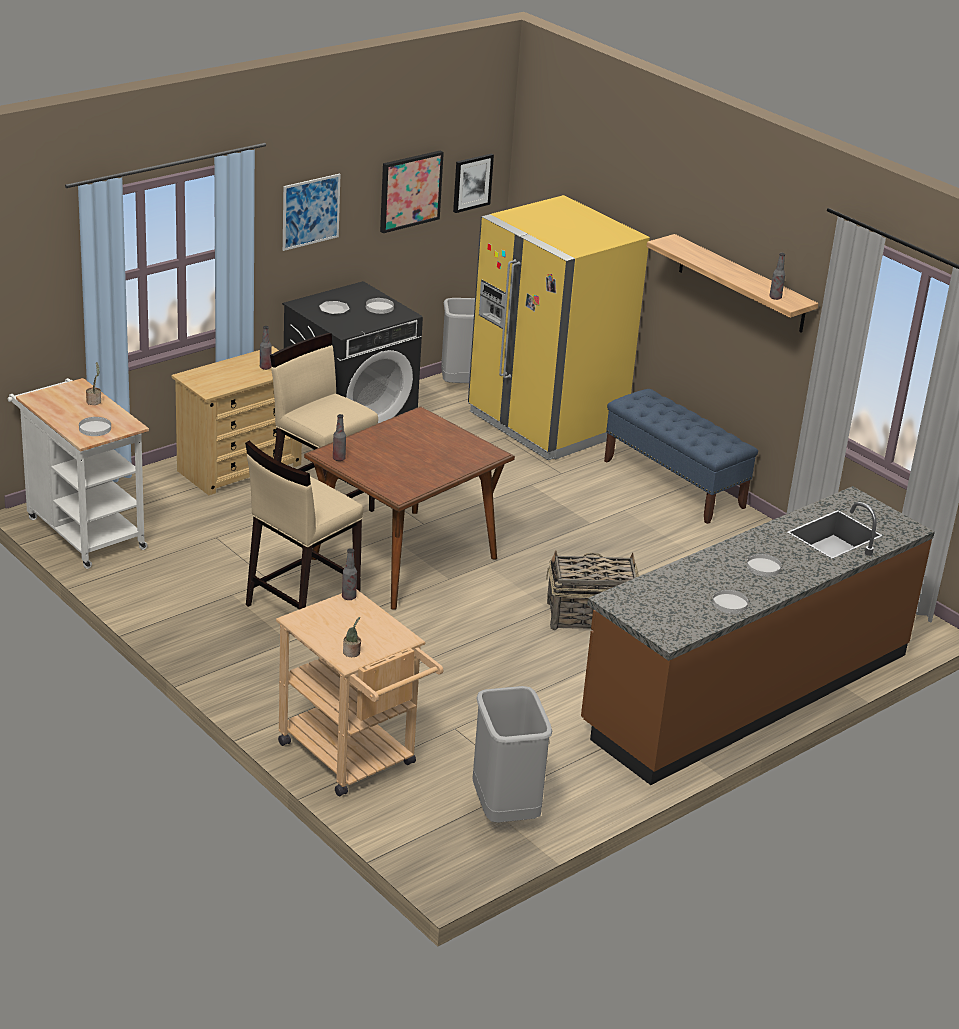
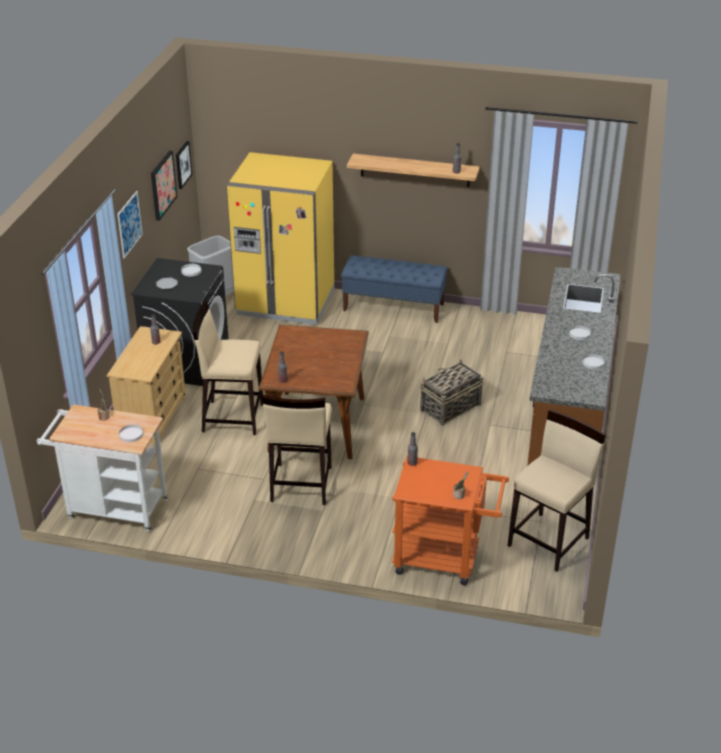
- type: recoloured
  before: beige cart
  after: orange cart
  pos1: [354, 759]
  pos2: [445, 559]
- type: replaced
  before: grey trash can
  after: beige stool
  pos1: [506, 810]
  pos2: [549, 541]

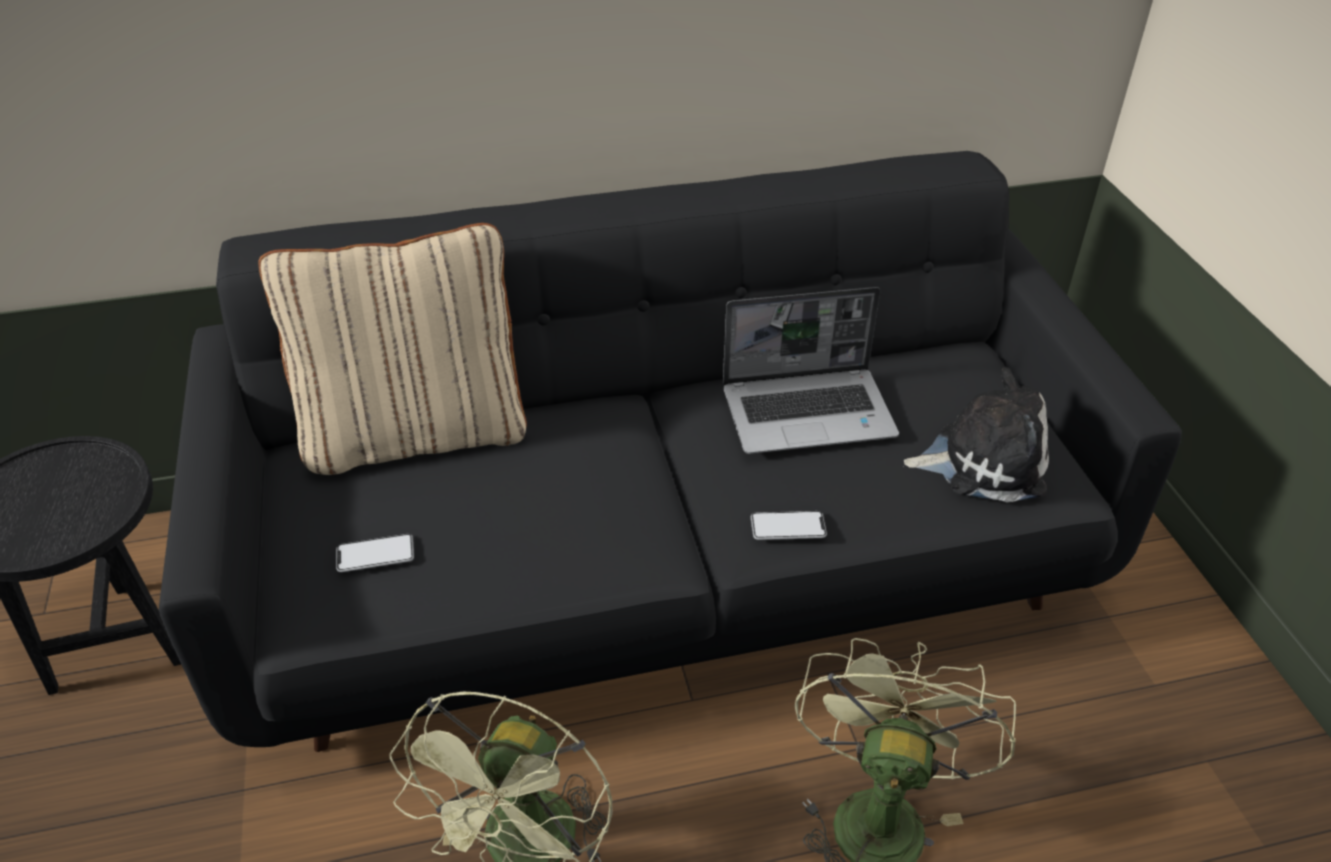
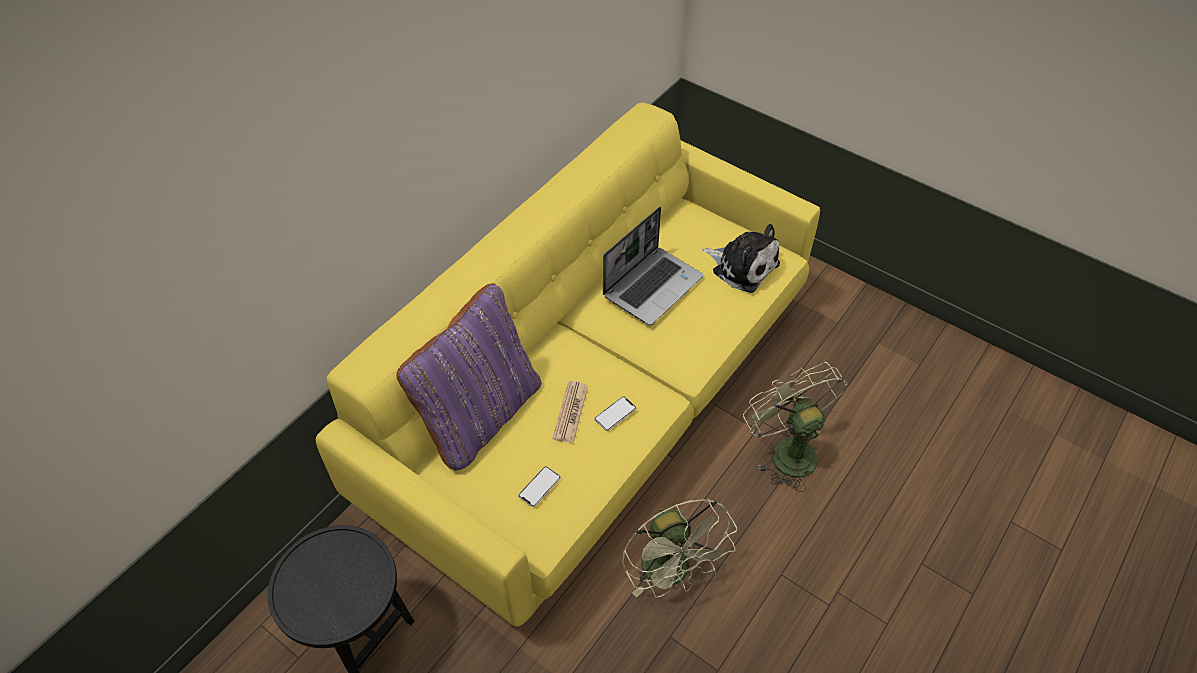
- type: recoloured
  before: black sofa
  after: yellow sofa
  pos1: [666, 563]
  pos2: [597, 401]
- type: recoloured
  before: beige pillow
  after: purple pillow
  pos1: [416, 433]
  pos2: [480, 415]
- type: added
  after: newspaper
  pos2: [570, 412]
- type: moved
  before: phone
  pos1: [788, 527]
  pos2: [615, 414]
- type: turned
  before: plush toy
  pos1: [982, 461]
  pos2: [742, 266]
  turn: 75

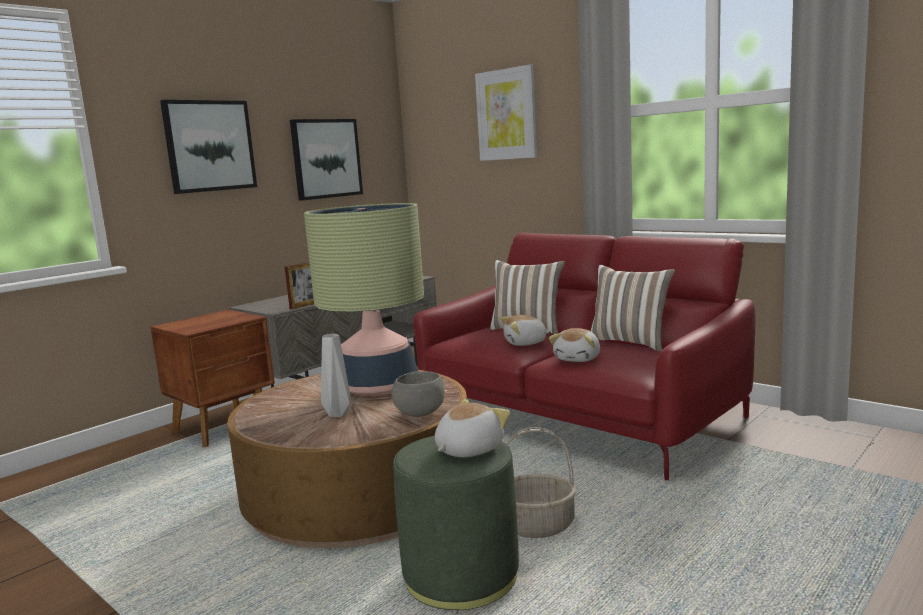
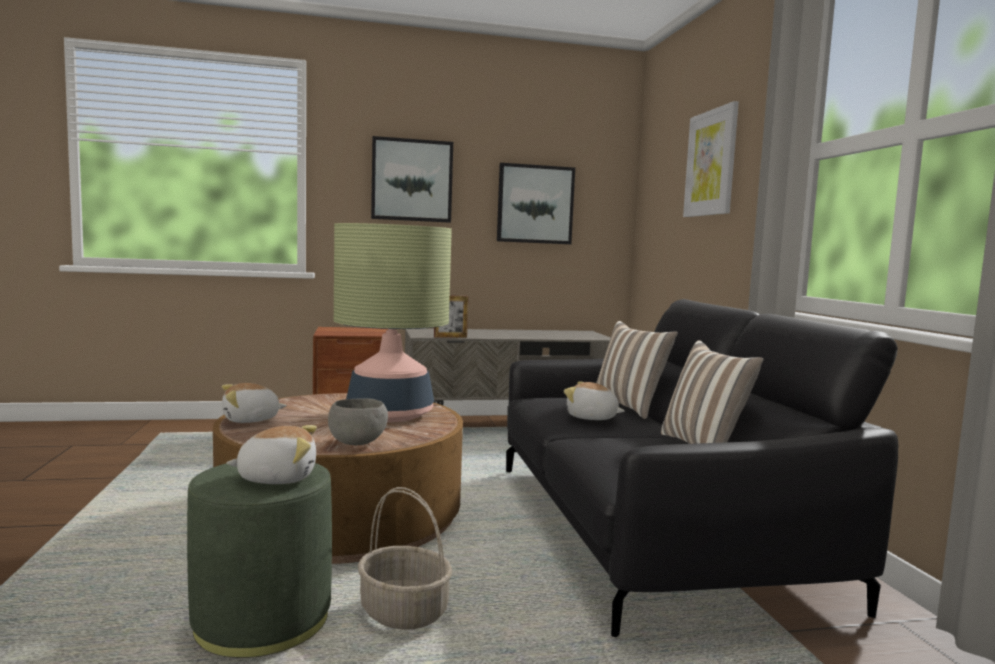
- type: moved
  before: plush toy
  pos1: [578, 359]
  pos2: [251, 420]
- type: recoloured
  before: red sofa
  after: black sofa
  pos1: [578, 416]
  pos2: [649, 529]
- type: removed
  before: grey vase
  pos1: [337, 414]

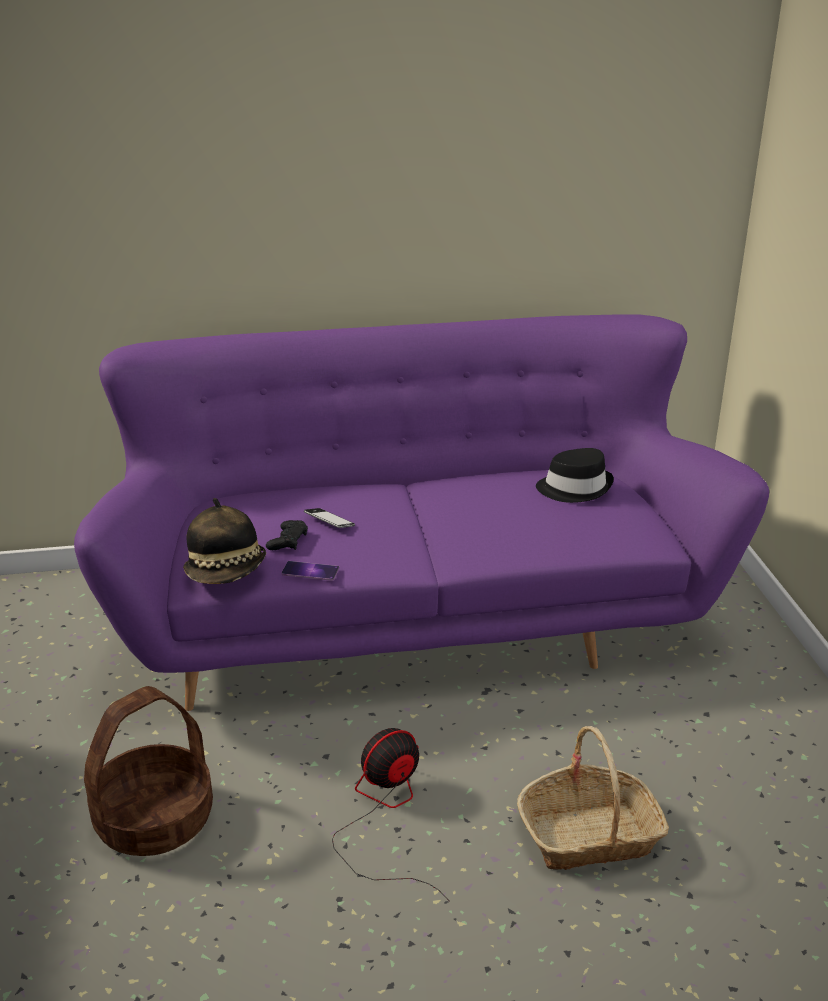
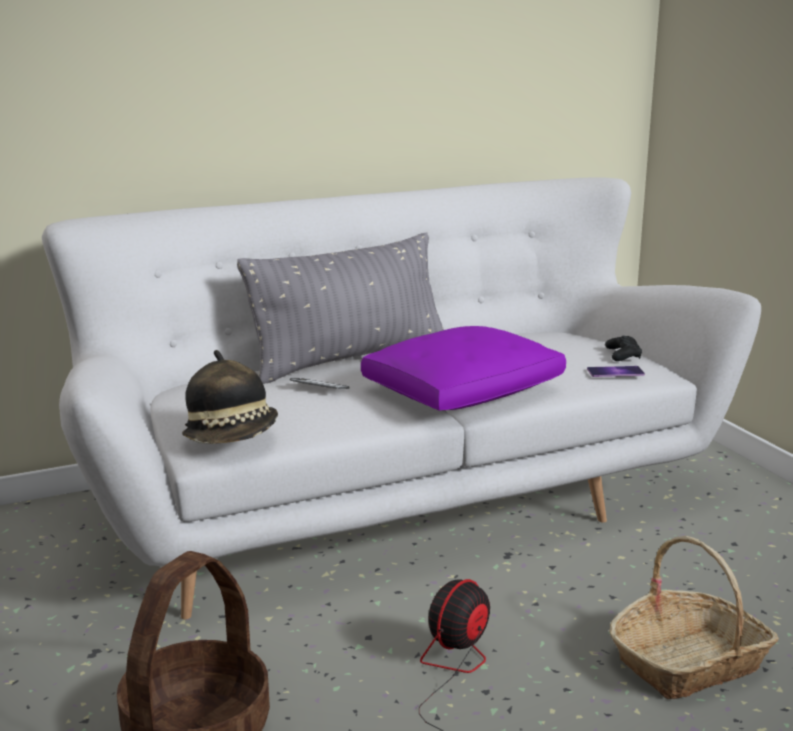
- type: recoloured
  before: purple sofa
  after: white sofa
  pos1: [414, 619]
  pos2: [397, 505]
- type: added
  after: grey pillow
  pos2: [350, 360]
- type: added
  after: purple pillow
  pos2: [464, 391]
- type: moved
  before: phone
  pos1: [310, 571]
  pos2: [615, 372]
- type: moved
  before: black game controller
  pos1: [288, 541]
  pos2: [623, 354]
- type: removed
  before: black hat
  pos1: [575, 488]

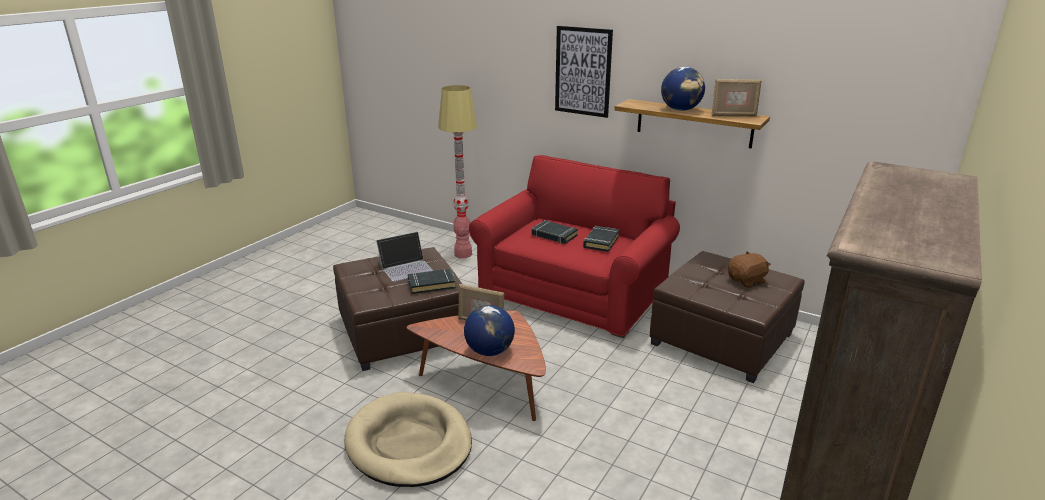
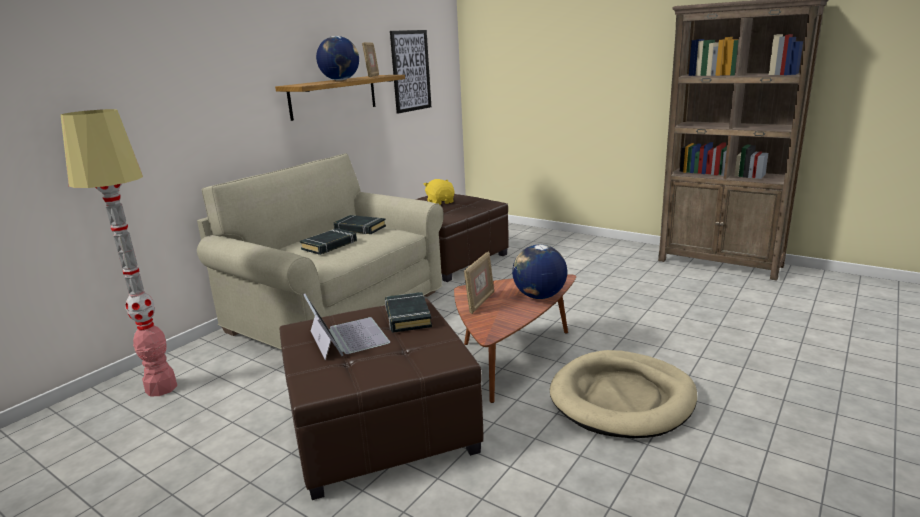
- type: recoloured
  before: red sofa
  after: beige sofa
  pos1: [574, 294]
  pos2: [338, 311]
- type: moved
  before: picture
  pos1: [583, 71]
  pos2: [410, 71]
- type: recoloured
  before: brown plush toy
  after: yellow plush toy
  pos1: [747, 281]
  pos2: [440, 202]

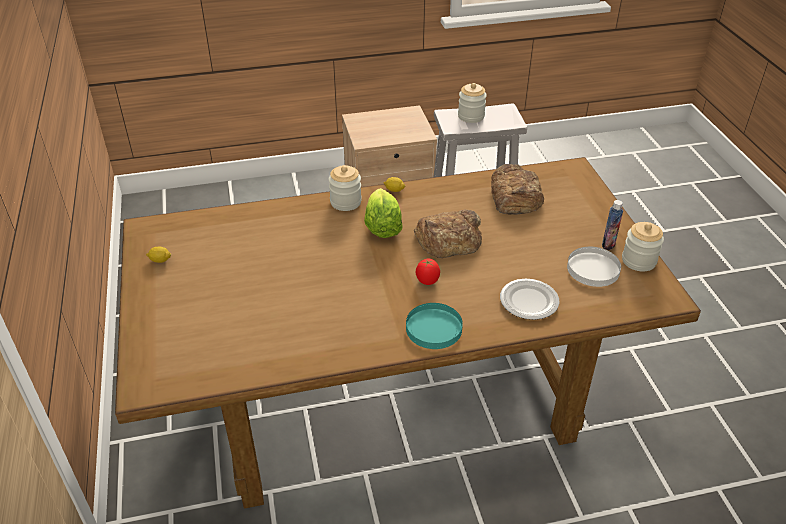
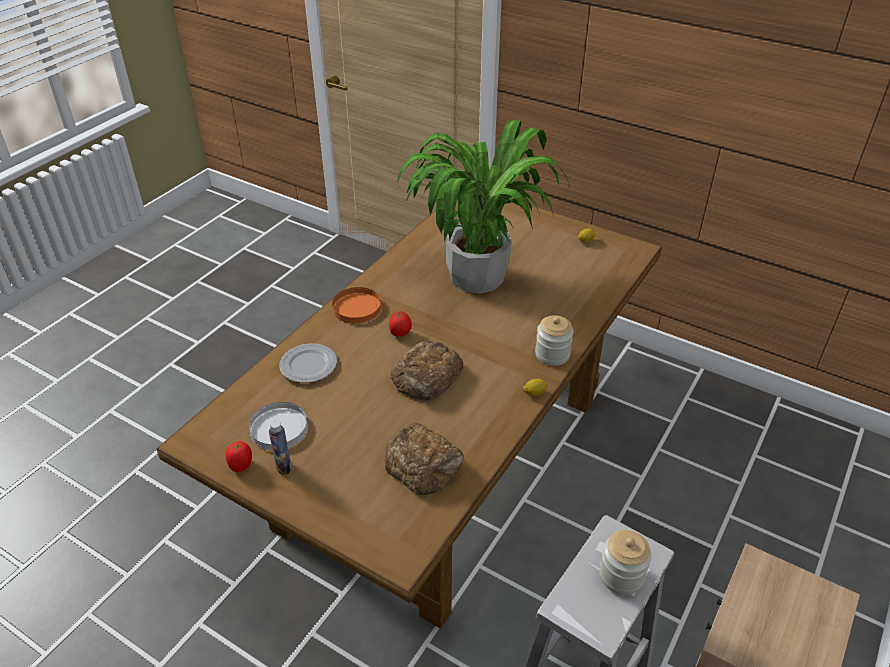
- type: replaced
  before: jar
  after: tomato
  pos1: [638, 261]
  pos2: [241, 465]
- type: recoloured
  before: turquoise plate
  after: orange plate
  pos1: [433, 328]
  pos2: [357, 308]
- type: added
  after: potted plant
  pos2: [477, 277]
- type: removed
  before: lettuce
  pos1: [382, 226]

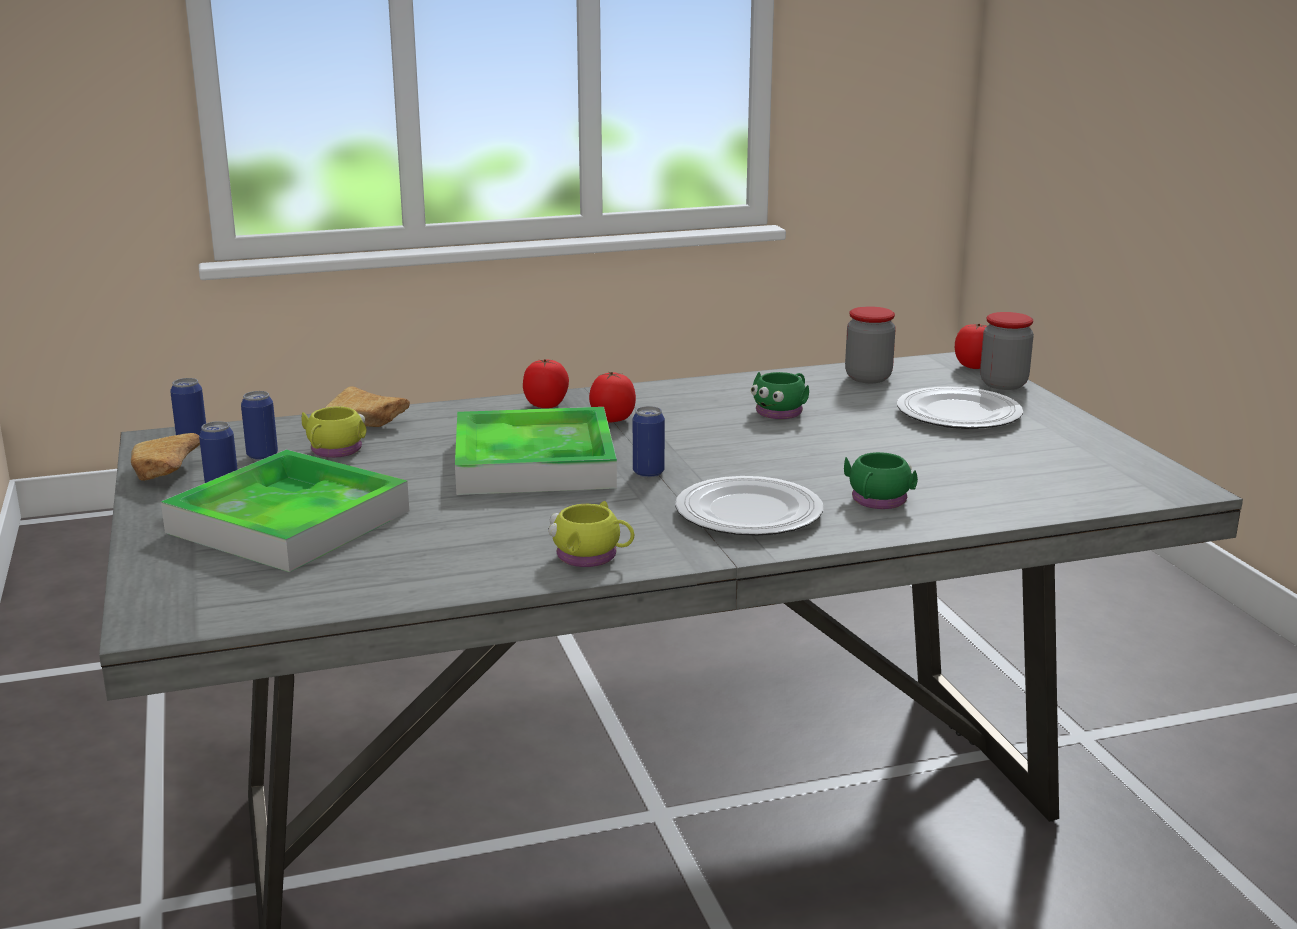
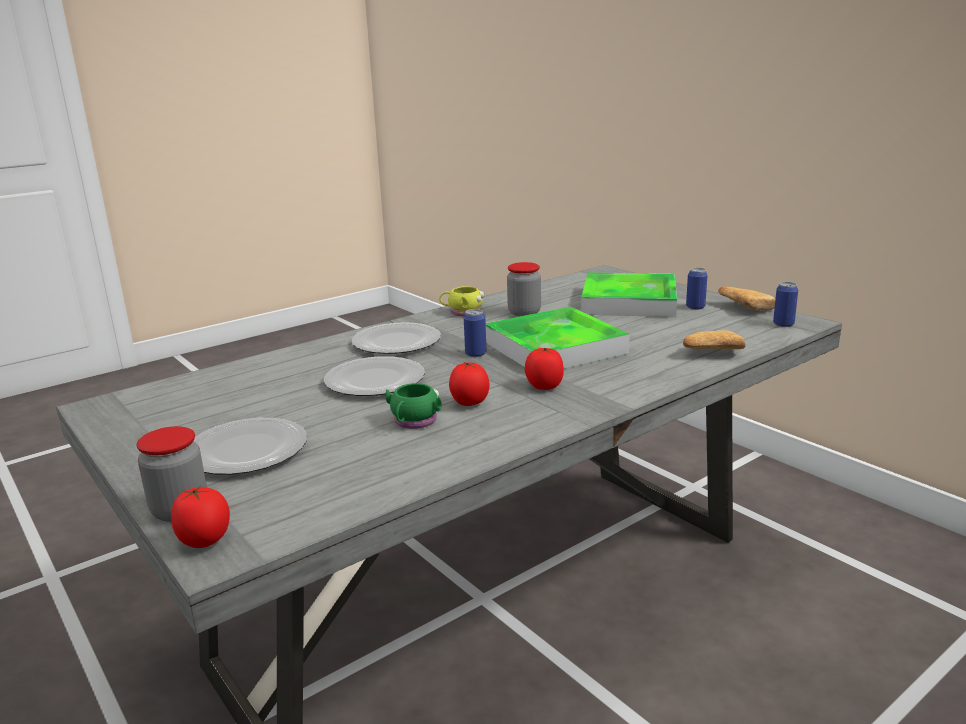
- type: added
  after: plate
  pos2: [373, 381]
- type: moved
  before: tomato
  pos1: [546, 405]
  pos2: [469, 404]
- type: moved
  before: jar
  pos1: [868, 378]
  pos2: [524, 312]
- type: removed
  before: can
  pos1: [262, 455]
- type: removed
  before: yellow mug
  pos1: [334, 451]
- type: removed
  before: green mug
  pos1: [877, 502]

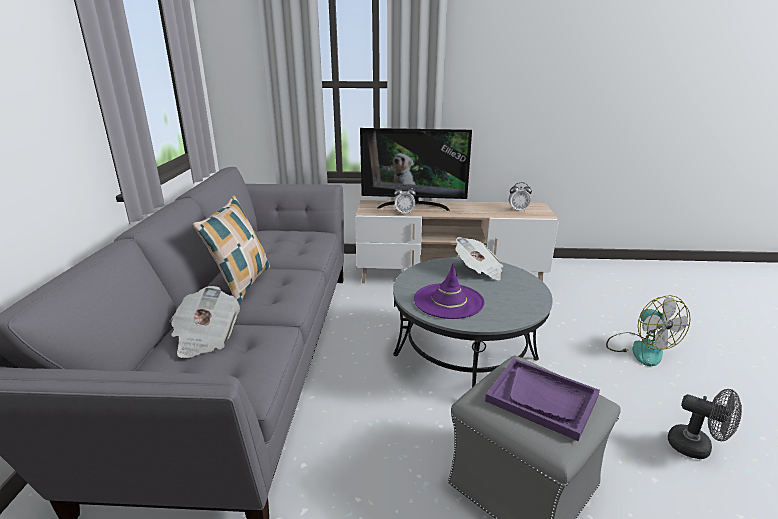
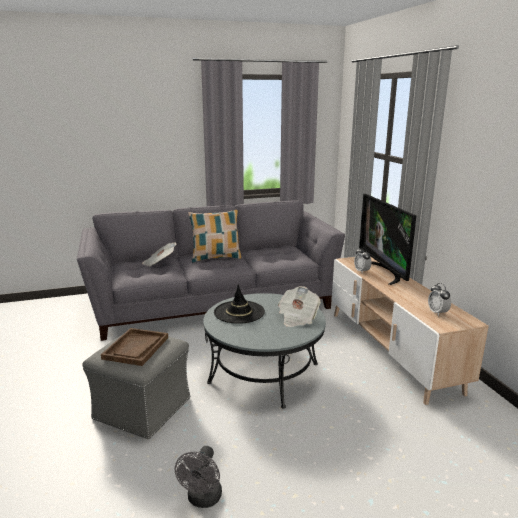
- type: recoloured
  before: purple tray
  after: brown tray
  pos1: [542, 399]
  pos2: [136, 348]
- type: recoloured
  before: purple hat
  after: black hat
  pos1: [448, 301]
  pos2: [239, 312]
- type: removed
  before: fan
  pos1: [640, 348]

